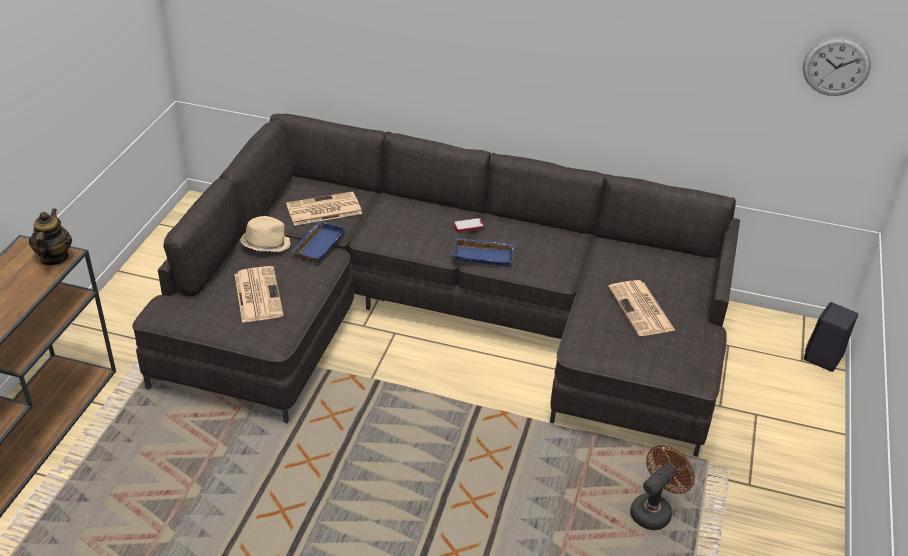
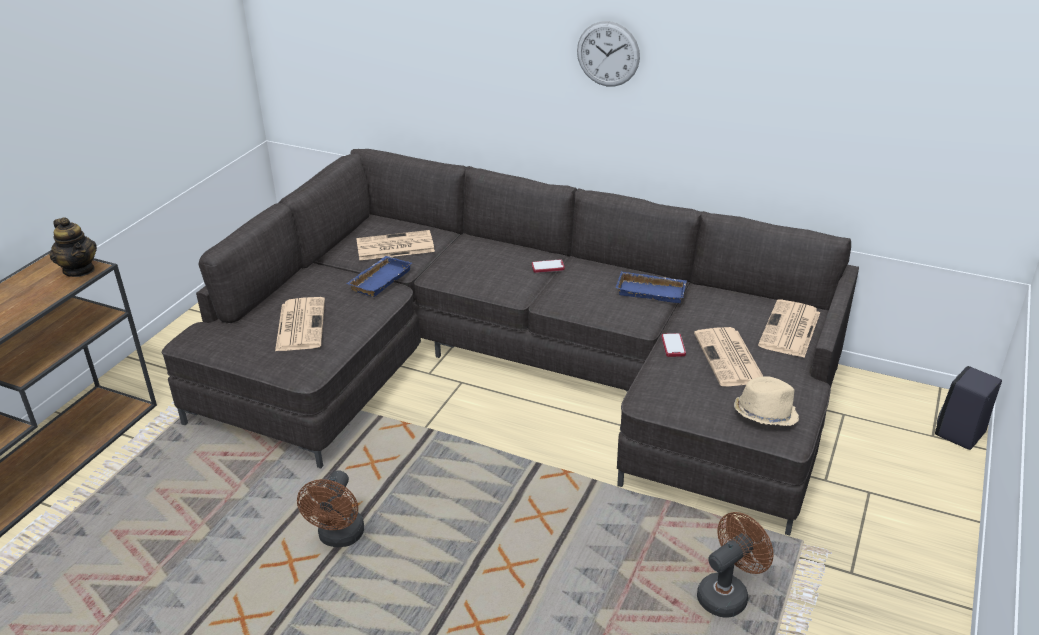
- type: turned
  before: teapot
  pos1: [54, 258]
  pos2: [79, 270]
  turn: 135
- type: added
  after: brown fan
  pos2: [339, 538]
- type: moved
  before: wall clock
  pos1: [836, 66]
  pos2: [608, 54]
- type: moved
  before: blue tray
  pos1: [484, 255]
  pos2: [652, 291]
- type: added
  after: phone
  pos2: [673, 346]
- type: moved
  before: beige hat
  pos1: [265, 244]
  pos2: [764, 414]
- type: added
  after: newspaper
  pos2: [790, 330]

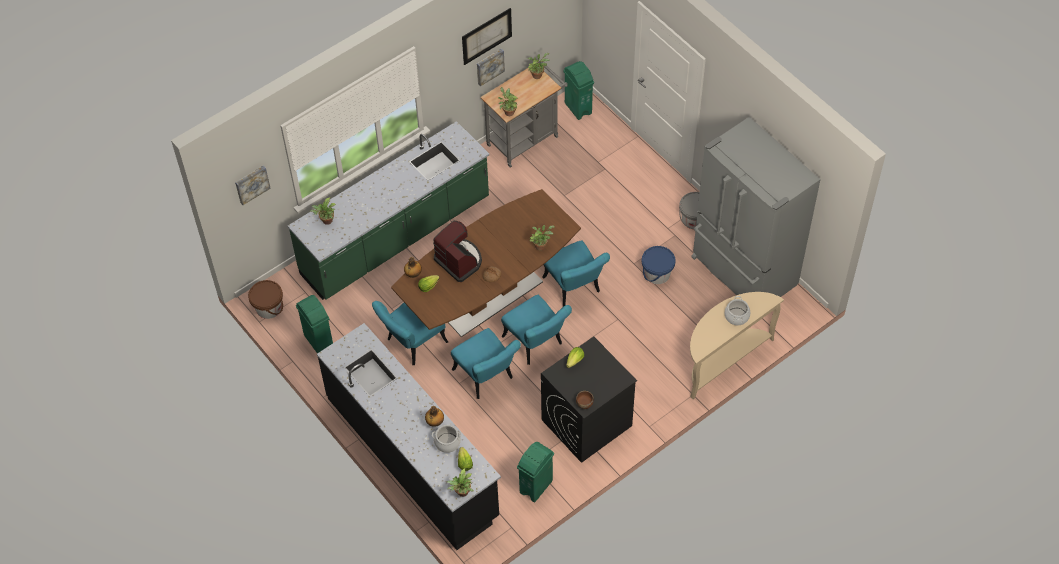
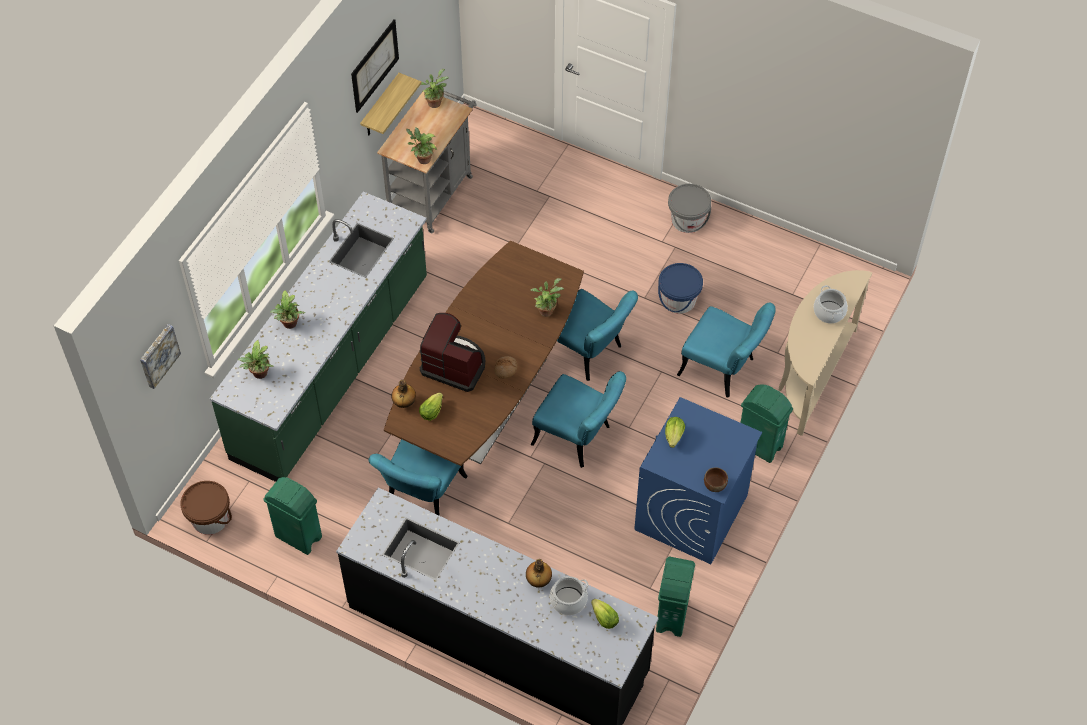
- type: moved
  before: potted plant
  pos1: [462, 493]
  pos2: [290, 325]
- type: replaced
  before: picture
  after: shelf
  pos1: [489, 66]
  pos2: [380, 107]
- type: recoloured
  before: black washing machine
  after: blue washing machine
  pos1: [586, 423]
  pos2: [691, 513]
- type: moved
  before: turquoise chair
  pos1: [486, 378]
  pos2: [723, 369]
- type: moved
  before: green trash can
  pos1: [578, 108]
  pos2: [759, 445]
- type: removed
  before: grey fridge
  pos1: [742, 272]

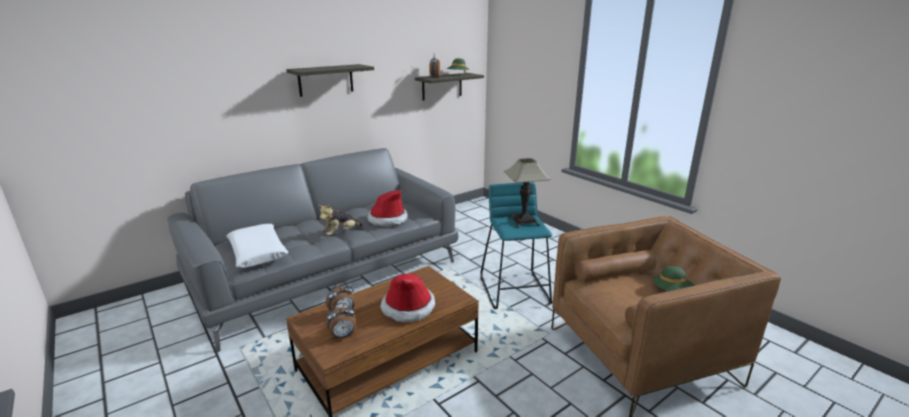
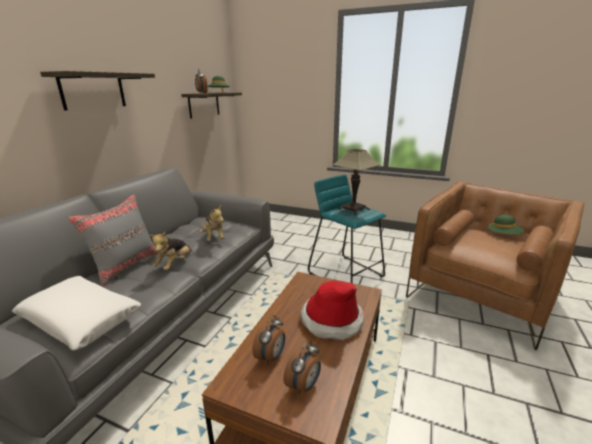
- type: added
  after: grey pillow
  pos2: [126, 265]
- type: replaced
  before: hat
  after: plush toy
  pos1: [387, 219]
  pos2: [213, 238]

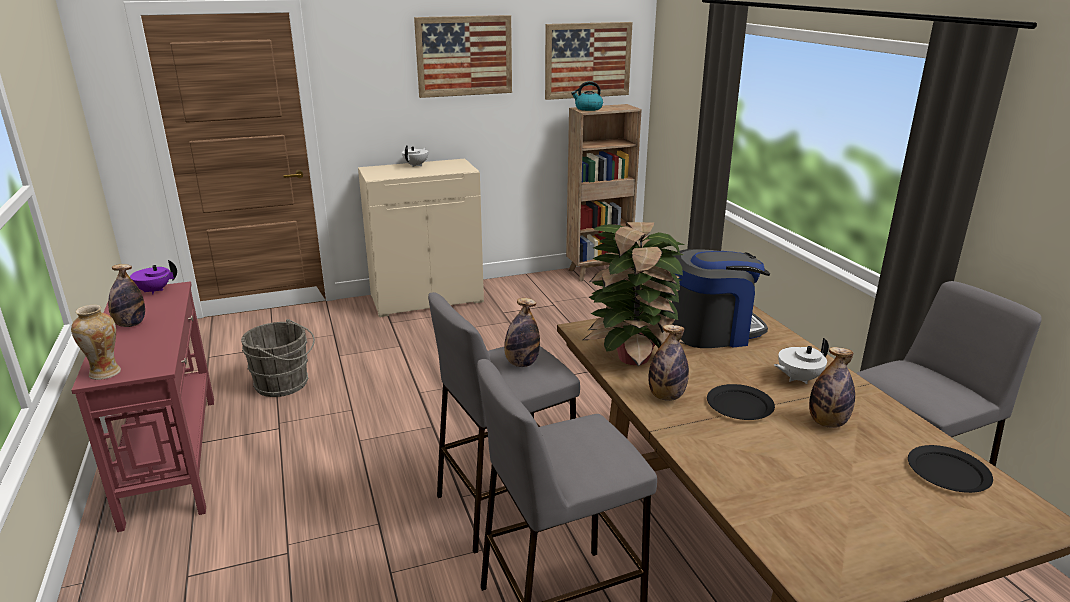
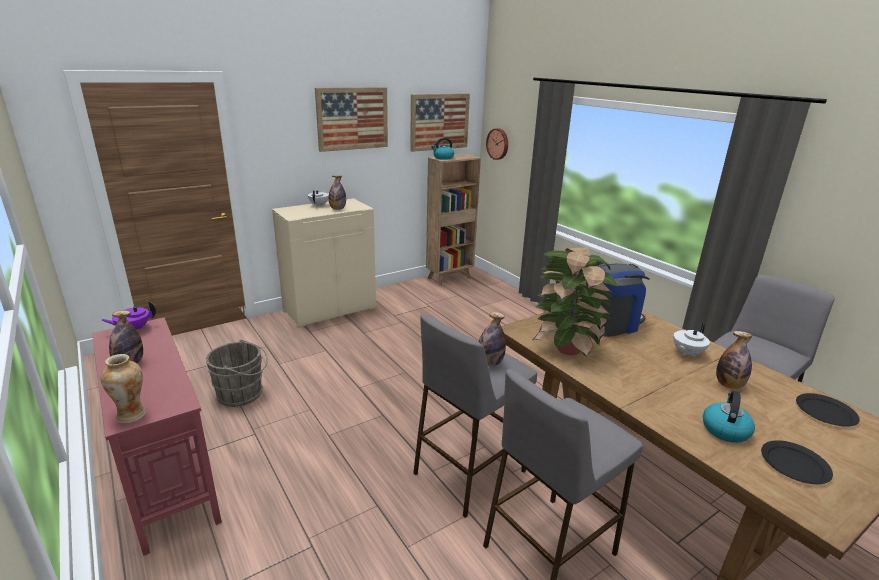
- type: moved
  before: bottle
  pos1: [666, 396]
  pos2: [337, 209]
- type: added
  after: wall clock
  pos2: [498, 144]
- type: added
  after: kettle
  pos2: [725, 429]
- type: moved
  before: black plate
  pos1: [739, 405]
  pos2: [795, 465]

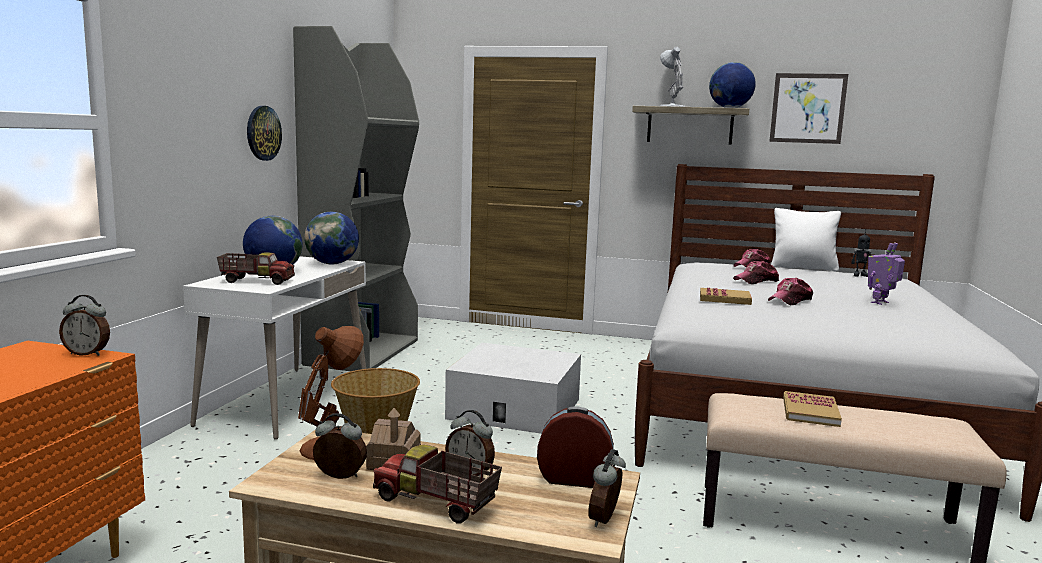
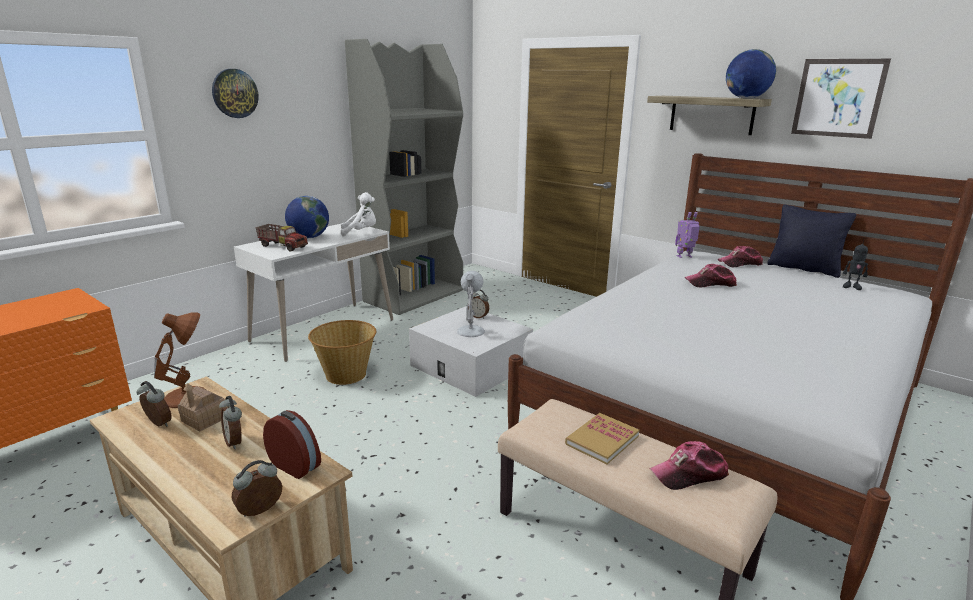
- type: moved
  before: wall clock
  pos1: [263, 133]
  pos2: [234, 93]
- type: replaced
  before: globe
  after: white plush toy
  pos1: [332, 264]
  pos2: [360, 232]
- type: moved
  before: white table lamp
  pos1: [671, 107]
  pos2: [470, 330]
- type: moved
  before: alarm clock
  pos1: [87, 353]
  pos2: [478, 317]
- type: moved
  before: cap
  pos1: [790, 300]
  pos2: [689, 474]
- type: moved
  before: toy robot
  pos1: [880, 303]
  pos2: [684, 256]
- type: recoloured
  before: white pillow
  after: black pillow
  pos1: [803, 268]
  pos2: [803, 269]
- type: removed
  before: toy truck
  pos1: [435, 504]
- type: removed
  before: book
  pos1: [724, 299]

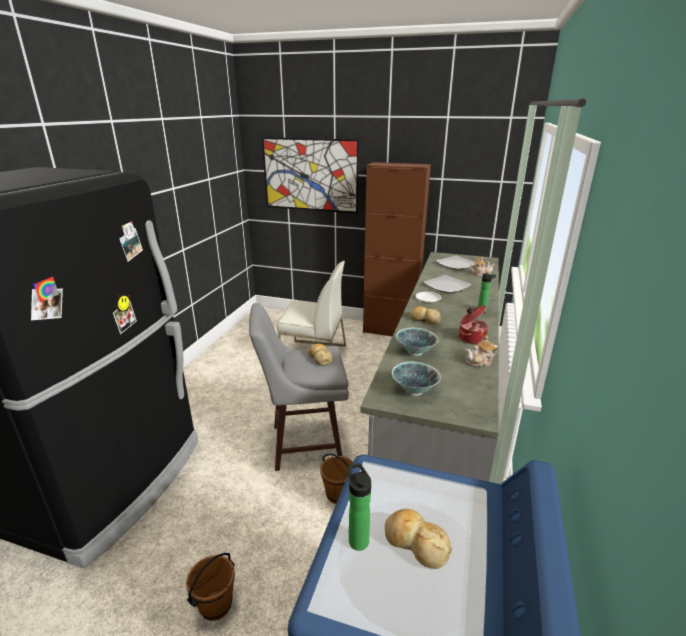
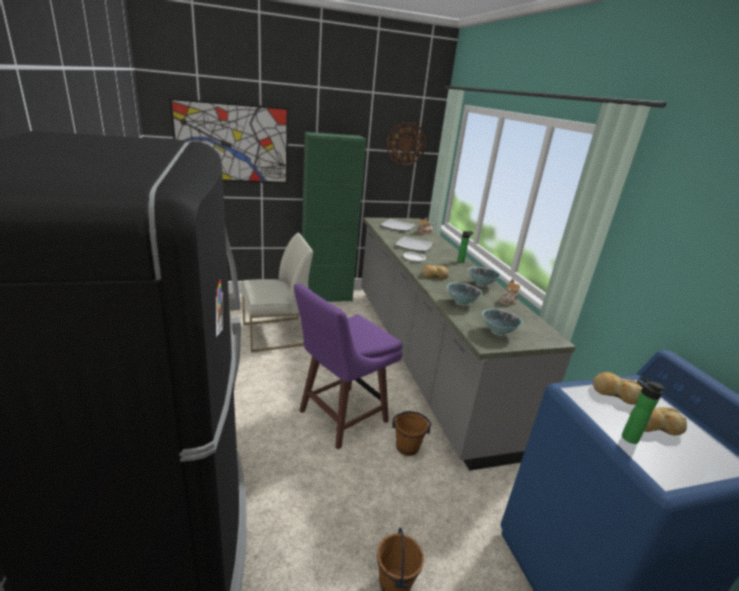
- type: recoloured
  before: grey stool
  after: purple stool
  pos1: [303, 444]
  pos2: [340, 417]
- type: recoloured
  before: brown cabinet
  after: green cabinet
  pos1: [390, 331]
  pos2: [326, 297]
- type: added
  after: wall clock
  pos2: [406, 143]
- type: replaced
  before: cooking pot
  after: bowl
  pos1: [471, 338]
  pos2: [481, 285]
- type: moved
  before: bread
  pos1: [320, 358]
  pos2: [614, 393]

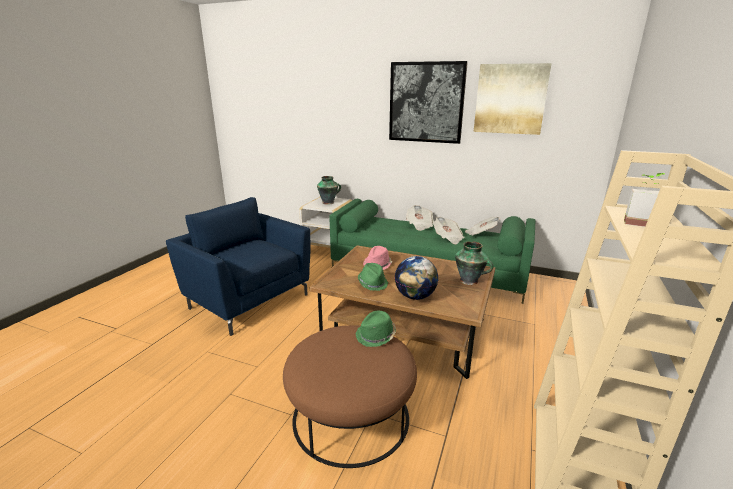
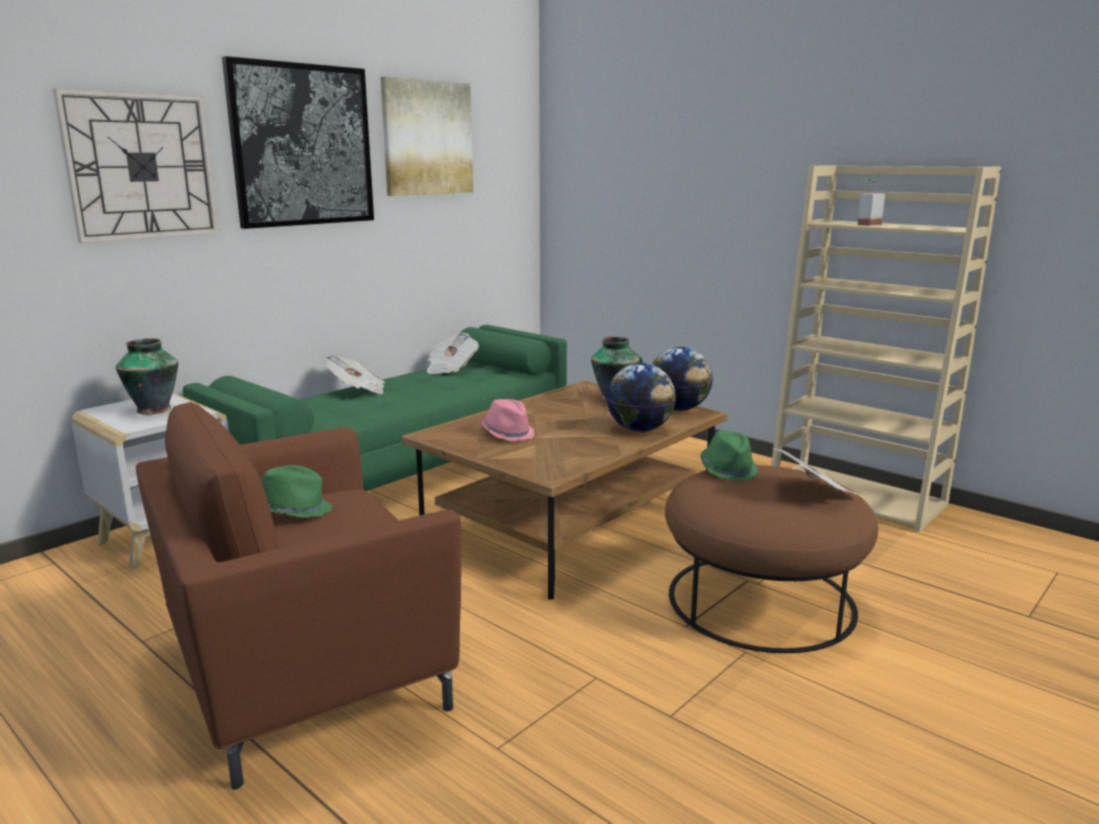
- type: added
  after: wall clock
  pos2: [141, 167]
- type: recoloured
  before: blue armchair
  after: brown armchair
  pos1: [249, 300]
  pos2: [302, 673]
- type: moved
  before: green hat
  pos1: [373, 283]
  pos2: [292, 511]
- type: added
  after: globe
  pos2: [678, 409]
- type: moved
  before: newspaper
  pos1: [448, 238]
  pos2: [813, 493]

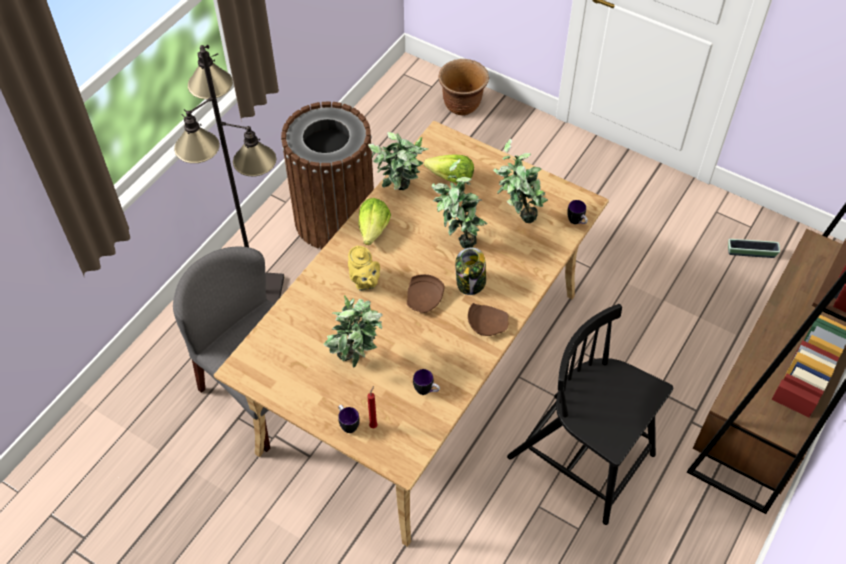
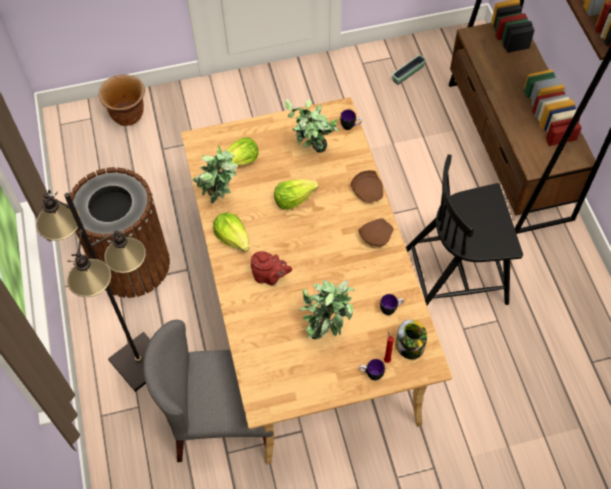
- type: recoloured
  before: yellow teapot
  after: red teapot
  pos1: [364, 282]
  pos2: [270, 277]
- type: replaced
  before: potted plant
  after: lettuce
  pos1: [457, 240]
  pos2: [294, 198]
- type: moved
  before: brown plate
  pos1: [424, 299]
  pos2: [368, 191]
- type: moved
  before: jar
  pos1: [470, 283]
  pos2: [410, 346]

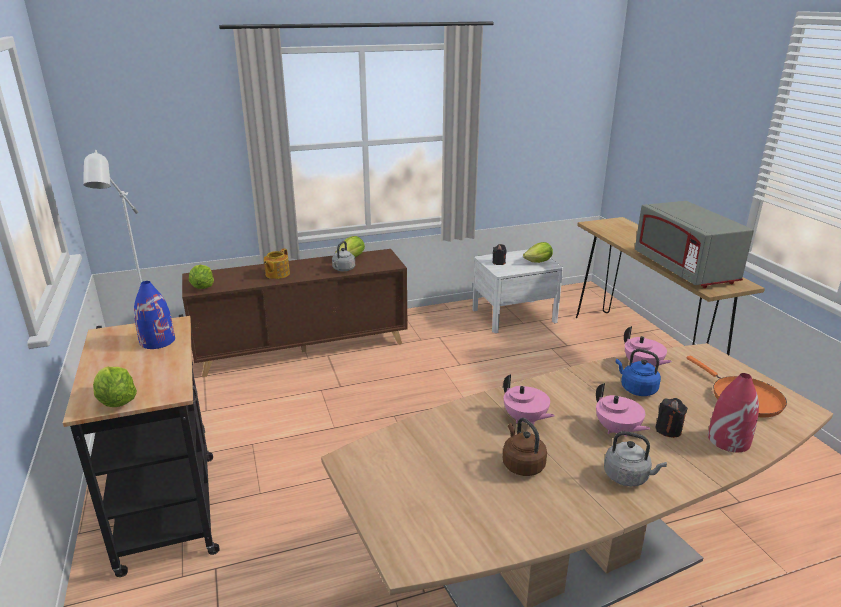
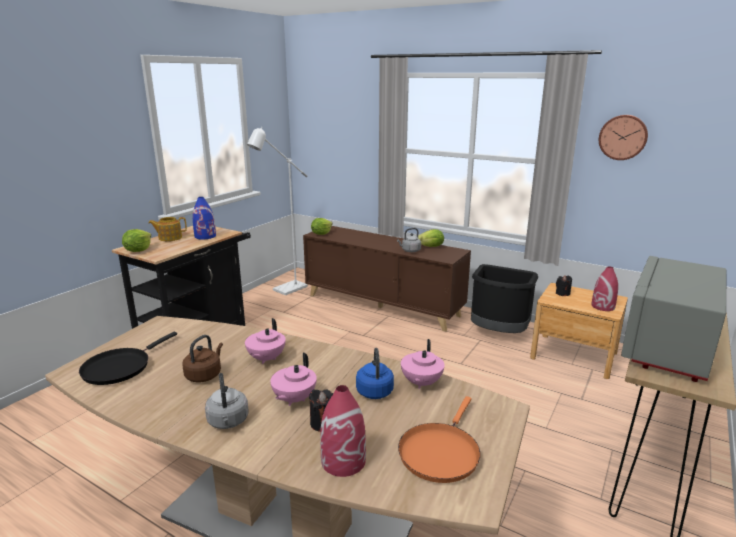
- type: added
  after: black frying pan
  pos2: [120, 367]
- type: moved
  before: teapot
  pos1: [277, 274]
  pos2: [169, 238]
- type: added
  after: black trash can
  pos2: [498, 333]
- type: recoloured
  before: white nightstand
  after: brown nightstand
  pos1: [514, 315]
  pos2: [573, 355]
- type: replaced
  before: lettuce
  after: red vase
  pos1: [538, 262]
  pos2: [603, 306]
- type: added
  after: wall clock
  pos2: [623, 137]

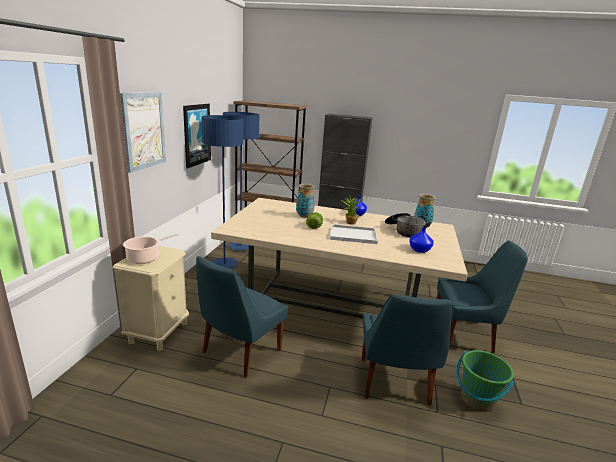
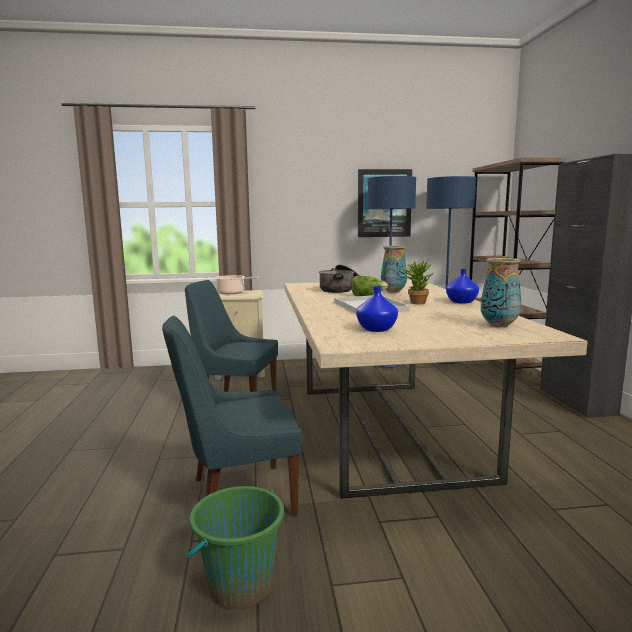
- type: moved
  before: cooking pot
  pos1: [404, 231]
  pos2: [341, 289]
- type: removed
  before: picture
  pos1: [144, 130]
- type: removed
  before: blue chair
  pos1: [465, 335]

